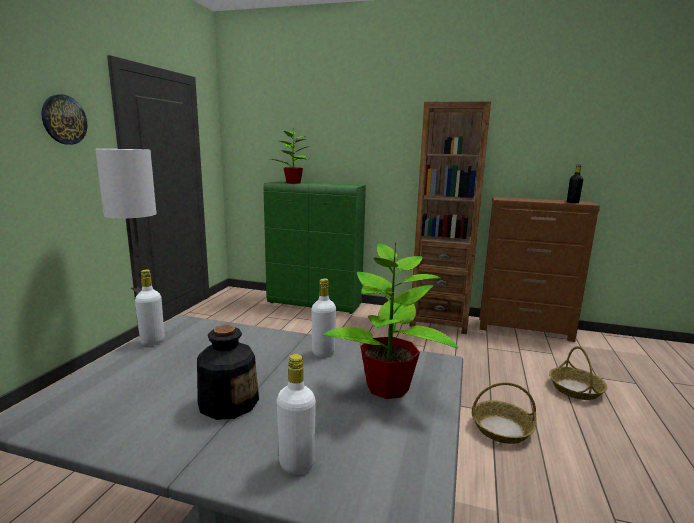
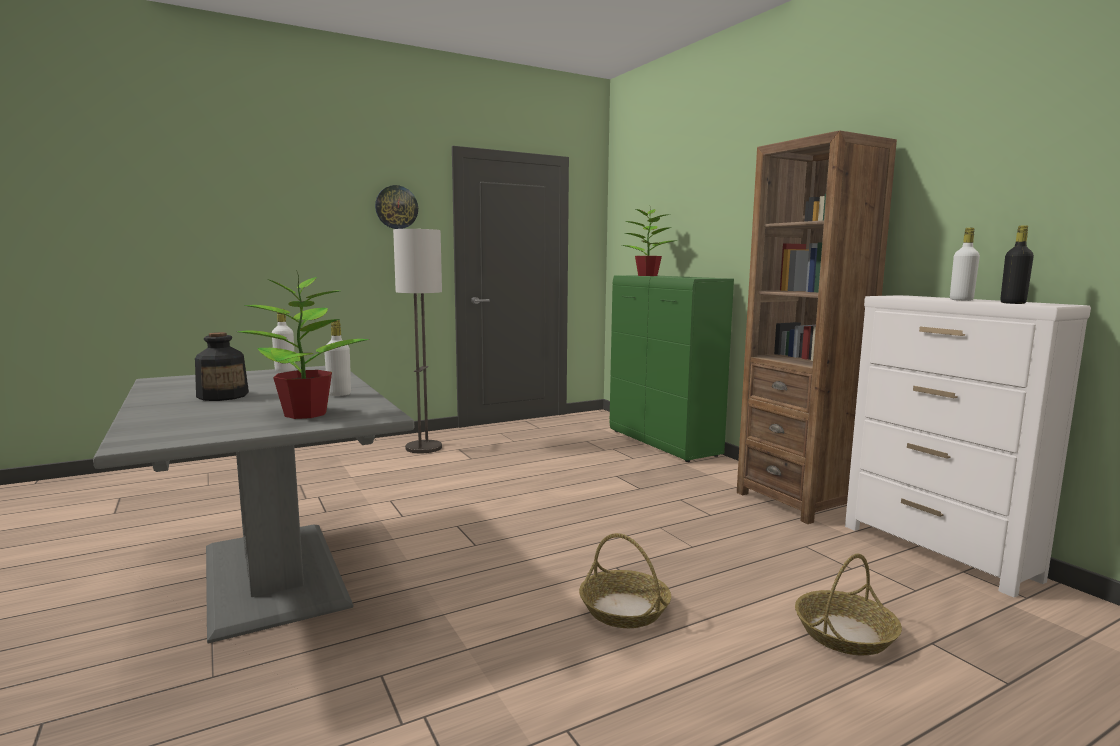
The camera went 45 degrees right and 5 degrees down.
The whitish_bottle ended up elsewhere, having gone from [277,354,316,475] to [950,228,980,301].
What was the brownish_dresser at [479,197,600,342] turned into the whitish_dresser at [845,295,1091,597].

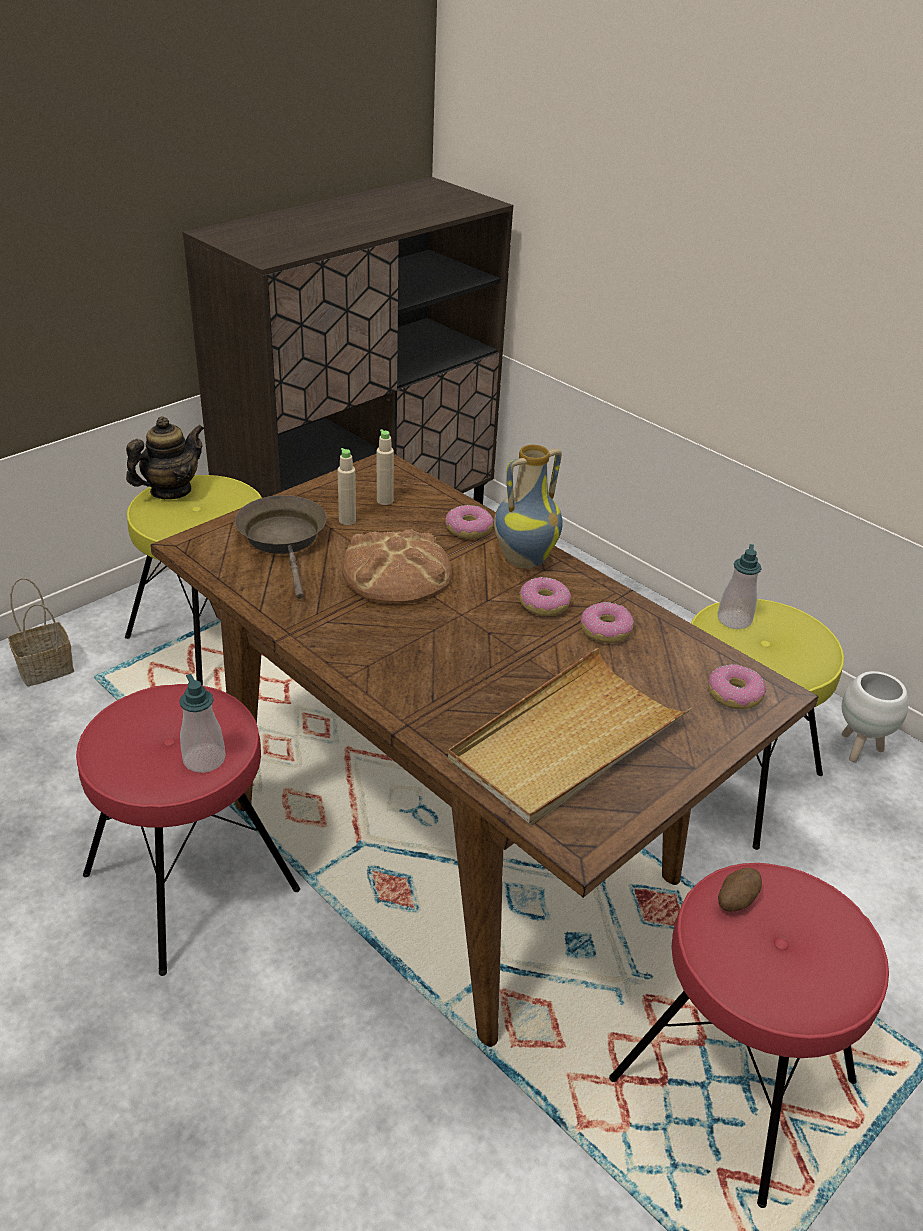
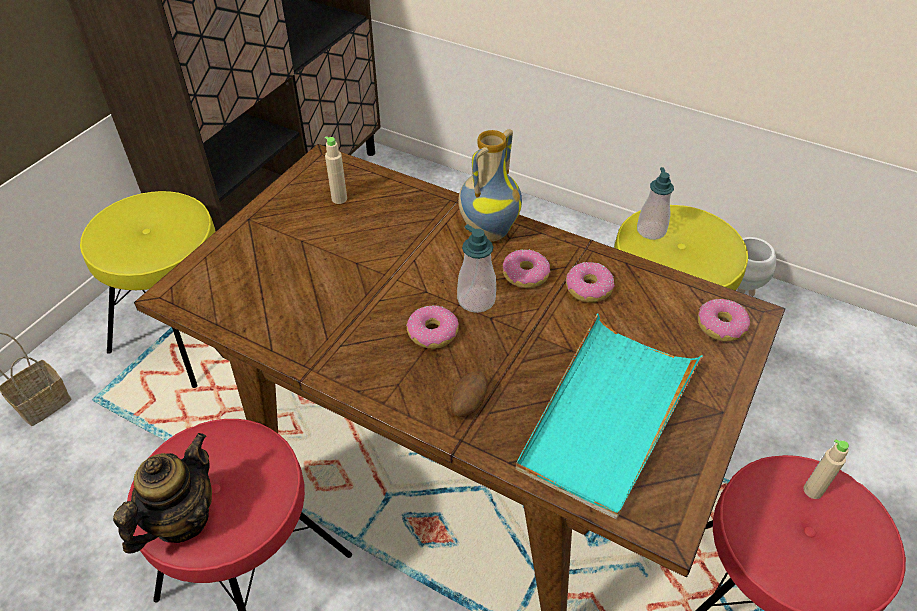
The camera went 15 degrees left and 10 degrees up.
The pot_for_tea ended up elsewhere, having gone from [126,416,204,499] to [113,433,212,554].
The soap_dispenser ended up elsewhere, having gone from [179,674,226,773] to [457,224,496,313].
The second view lost the brownish_pan at [235,495,327,599].
The beige-coloured_bottle ended up elsewhere, having gone from [337,448,356,525] to [804,439,849,499].
The second view lost the baked_bread at [342,529,452,604].
The doughnut ended up elsewhere, having gone from [445,505,494,539] to [406,306,459,349].
What was the beige-coloured_tray at [448,648,692,825] turned into the blue-green_tray at [515,313,703,520].
The spud ended up elsewhere, having gone from [718,868,762,911] to [451,371,487,417].

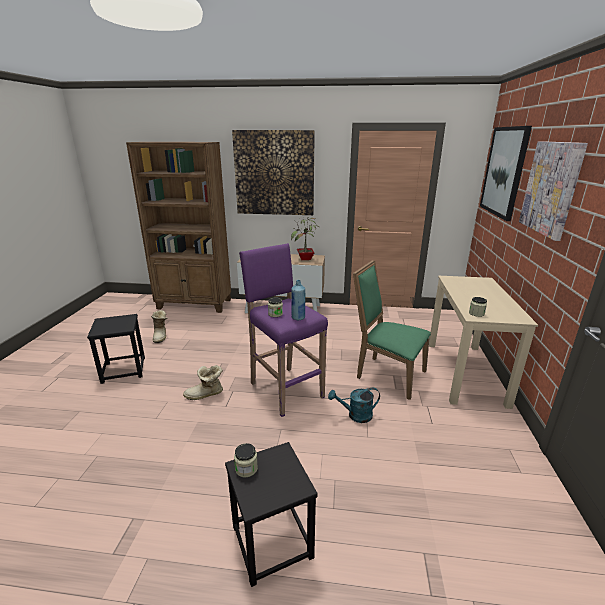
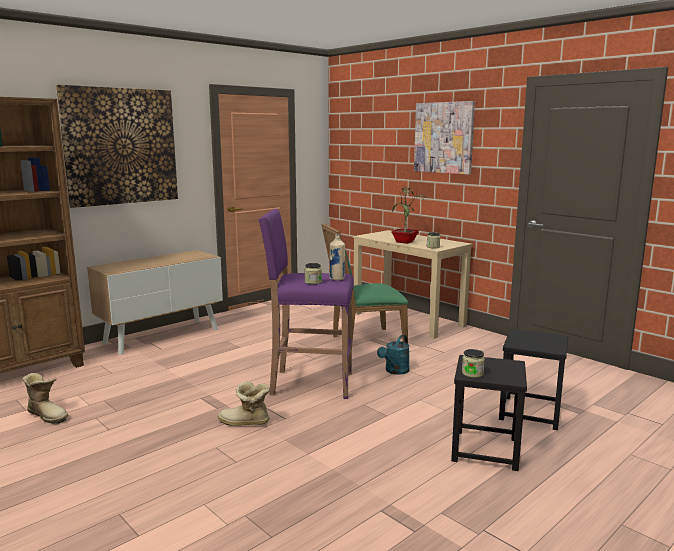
The camera went 50 degrees left and 10 degrees down.
The black-coloured_stool ended up elsewhere, having gone from [87,314,145,384] to [499,329,568,430].
The tall_boot at [183,365,223,400] ended up facing another way, 75 degrees clockwise from before.
The potted_plant ended up elsewhere, having gone from [291,216,319,260] to [391,187,425,244].
What was the blue_bottle at [291,280,305,320] turned into the beige-coloured_bottle at [329,234,345,281].
The second view lost the wall_picture at [480,126,532,221].

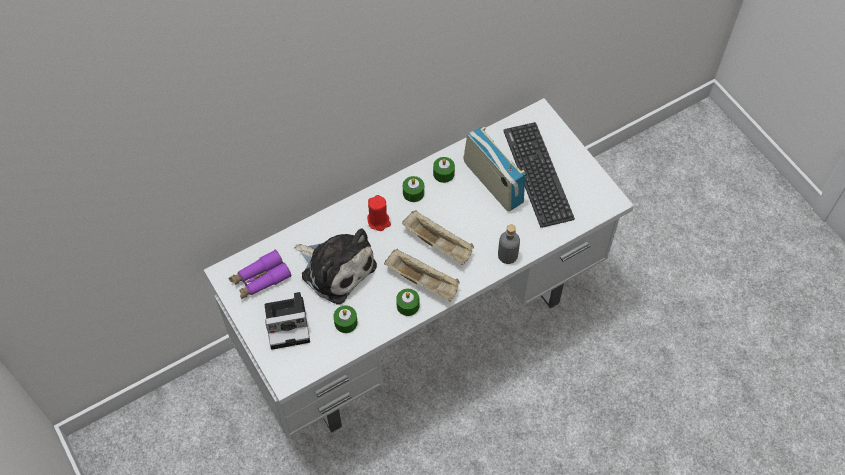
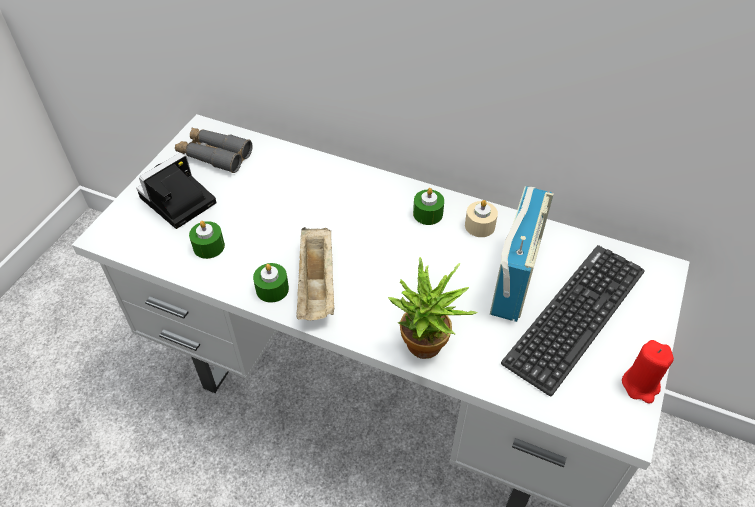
The camera went 55 degrees right and 10 degrees down.
What was the purplish_pair_of_binoculars at [229,250,291,299] turned into the gray_pair_of_binoculars at [175,127,253,173].
The photo_camera at [265,292,310,349] ended up facing another way, 90 degrees clockwise from before.
The second view lost the soft_toy at [294,228,377,305].
The red_wax_light ended up elsewhere, having gone from [367,195,391,231] to [622,340,674,404].
The second view lost the beige-coloured_tray at [402,210,474,265].
What was the green-coloured_wax_light at [433,157,455,183] turned into the beige-coloured_wax_light at [465,200,498,237].
Where the gray_bottle stood at [498,224,520,264], the potted_plant came to stand at [388,257,478,359].

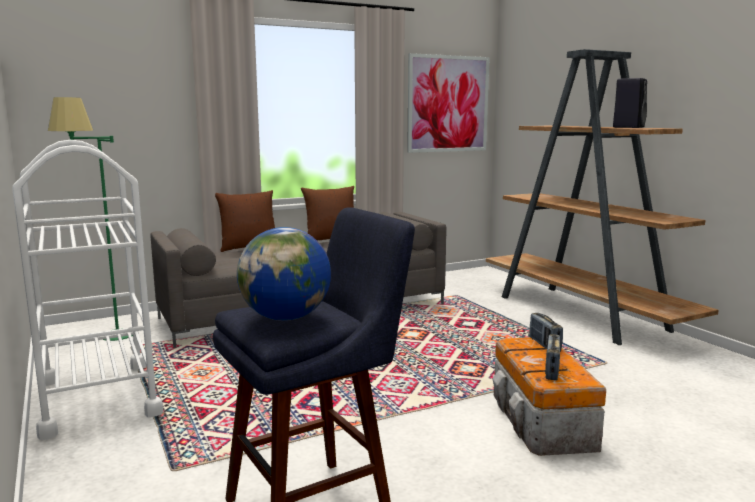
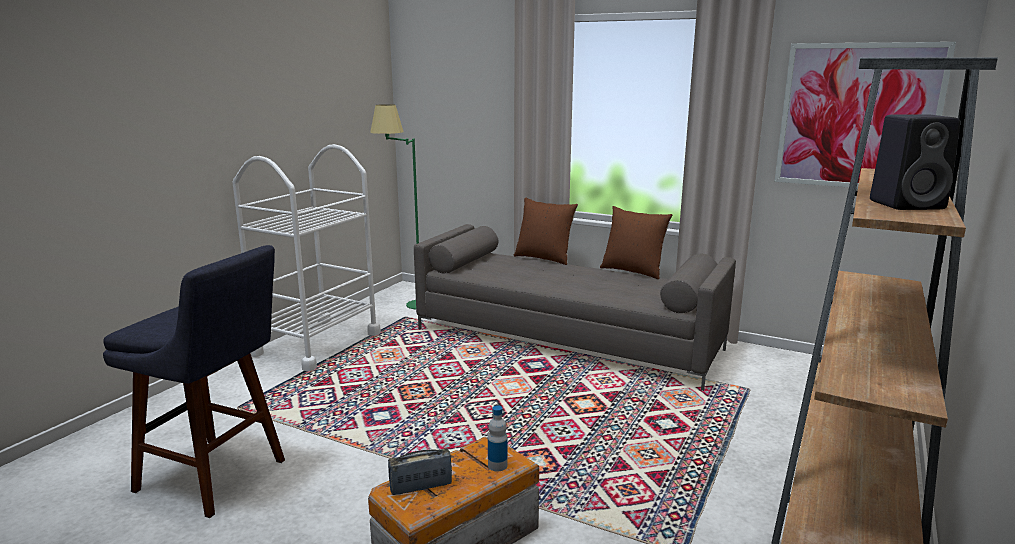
The camera went 55 degrees right and 5 degrees up.
The second view lost the world_globe at [237,227,331,321].
Where the radio_receiver stood at [530,313,563,352], the bottle came to stand at [488,405,508,472].

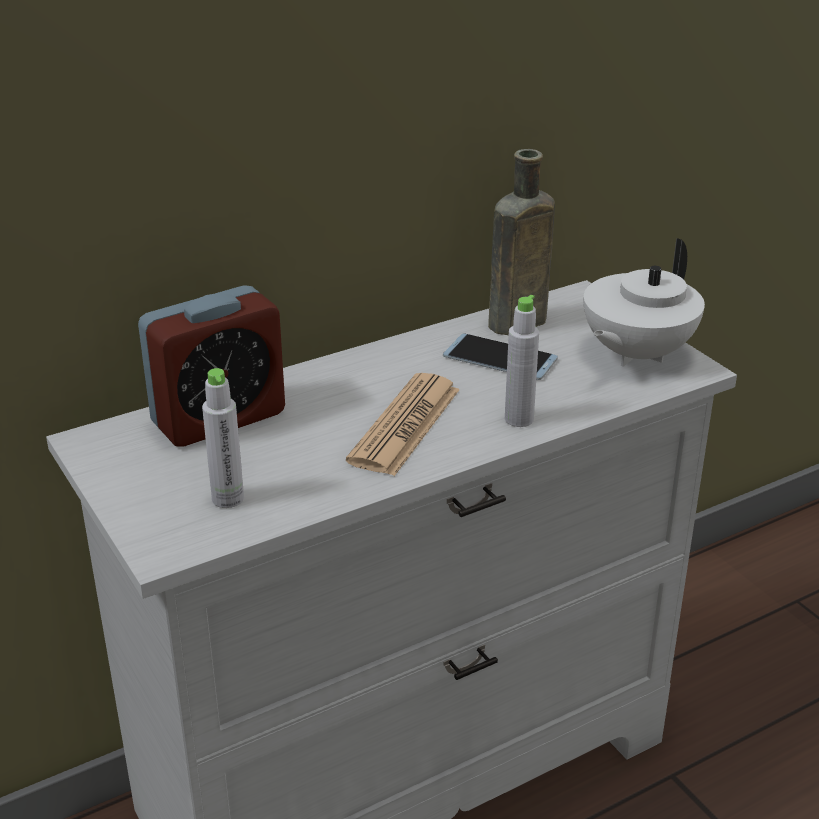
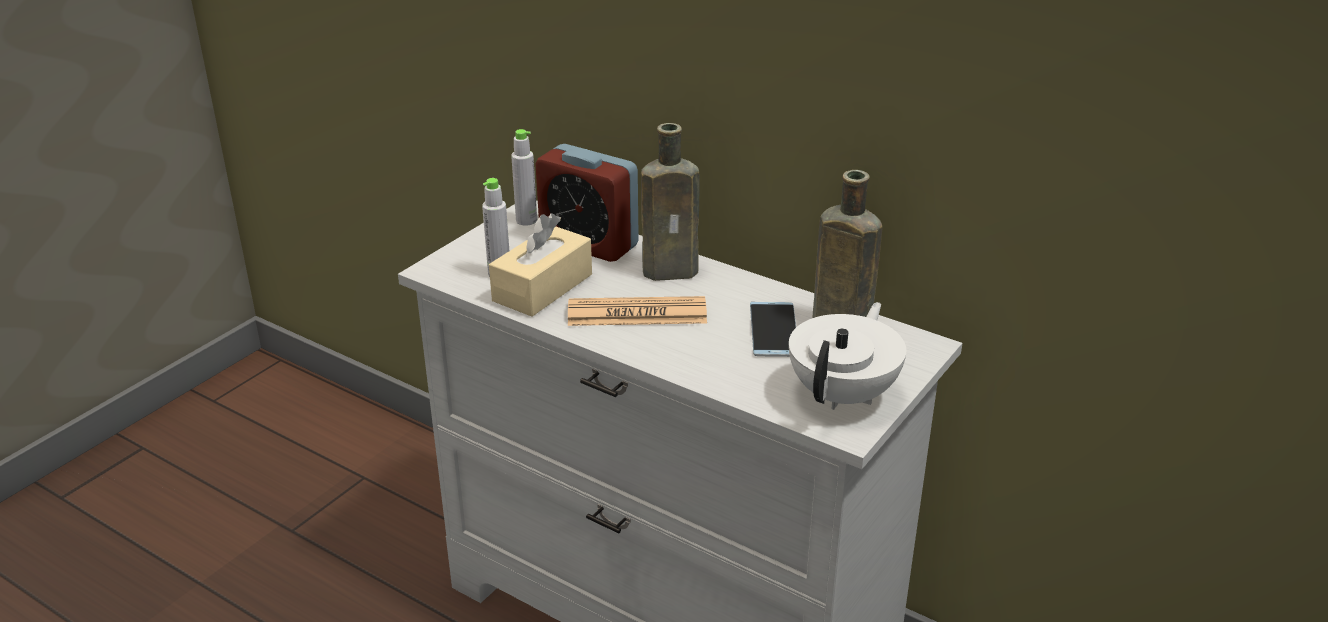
The camera went 65 degrees right and 0 degrees up.
The gray_bottle ended up elsewhere, having gone from [505,295,539,427] to [511,129,537,226].
The whitish_pot_for_tea at [584,238,705,367] ended up facing another way, 105 degrees clockwise from before.
The second view gained the beige-coloured_tissue_box at [489,213,592,317].
The second view gained the brownish_bottle at [641,123,700,281].

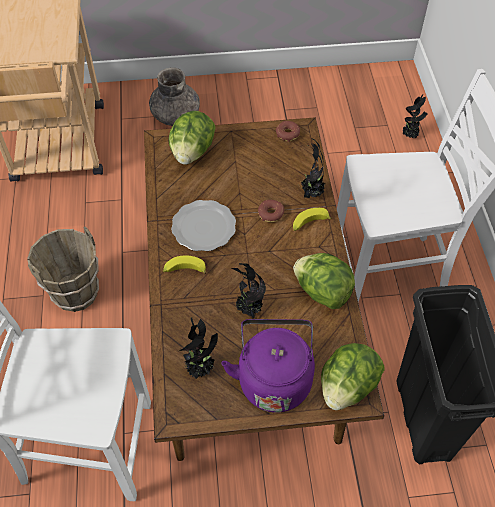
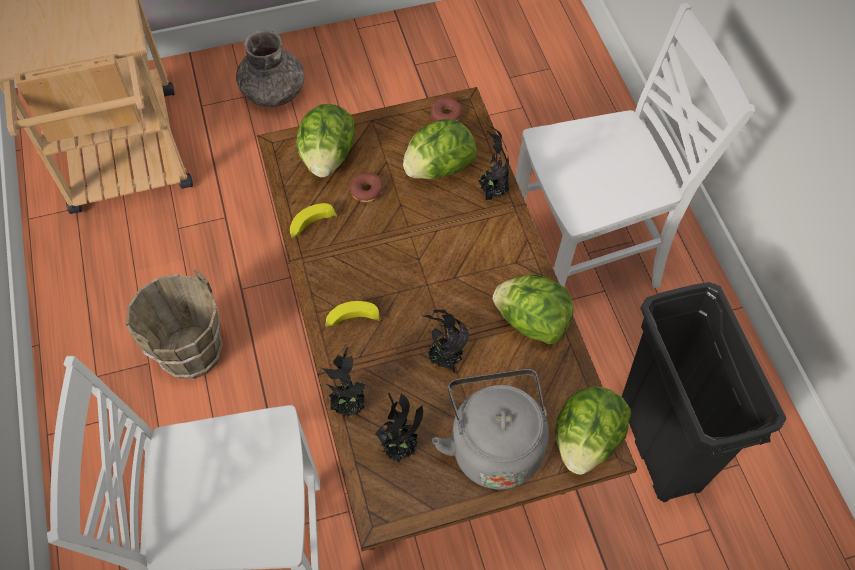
The camera went 10 degrees left and 5 degrees up.
The second view lost the plate at [171,200,236,251].
What was the purplish_water_kettle at [222,319,315,413] turned into the gray_water_kettle at [432,369,549,490].
The doughnut ended up elsewhere, having gone from [258,200,284,222] to [350,173,383,202].
The banana ended up elsewhere, having gone from [293,208,332,231] to [290,203,339,239].
The potted_plant ended up elsewhere, having gone from [402,94,428,139] to [322,347,366,417].
The second view gained the head_of_lettuce at [403,119,477,179].

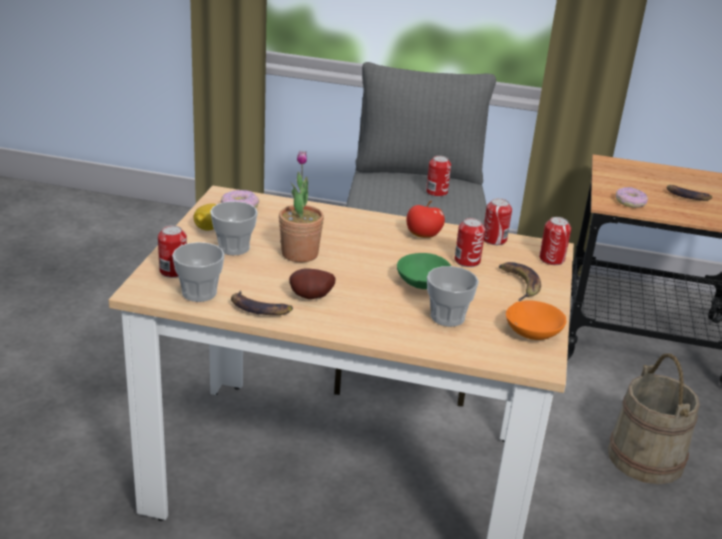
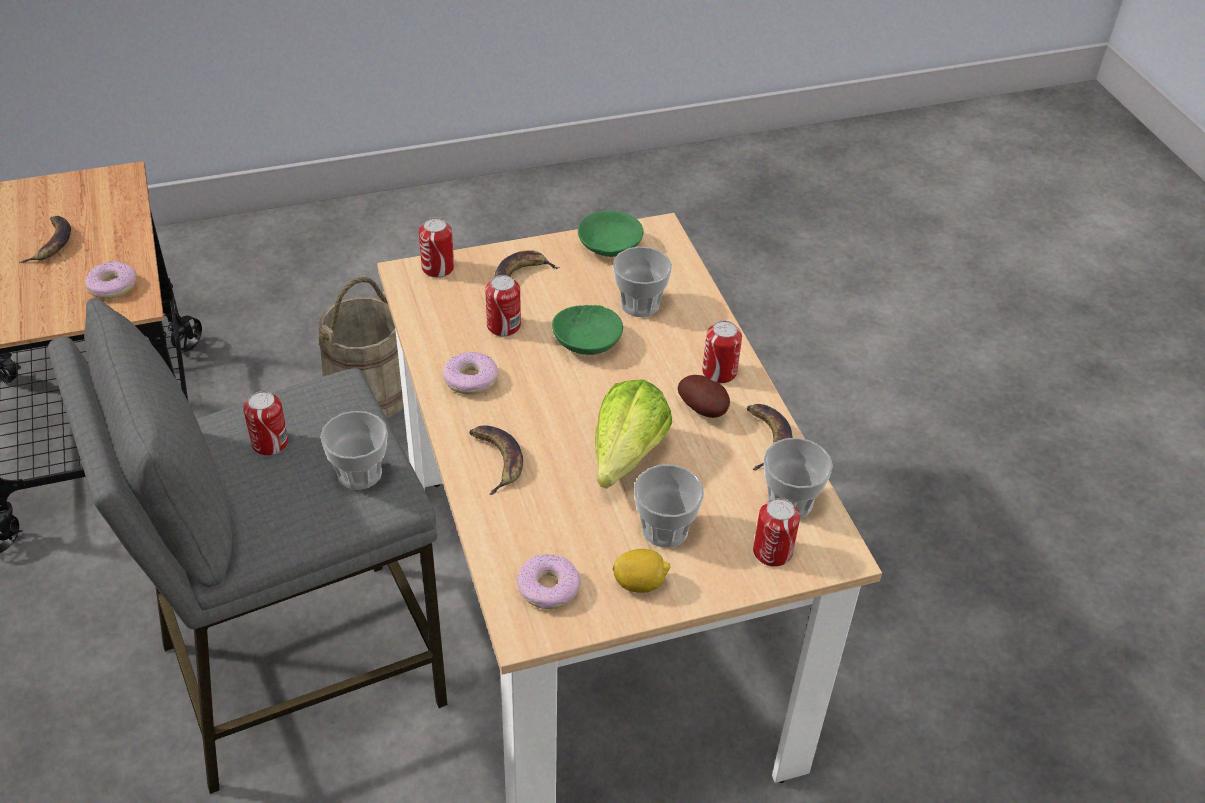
The camera went 120 degrees left and 15 degrees up.
Where the potted_plant stood at [279,150,324,262], the head_of_lettuce came to stand at [595,379,672,489].
Where the apple_fruit stood at [406,201,445,238], the doughnut came to stand at [443,352,499,394].
The sealed_can ended up elsewhere, having gone from [484,198,512,245] to [702,321,742,383].
What was the orangey_deep_dish at [506,300,566,340] turned into the green-coloured_deep_dish at [578,211,643,257].
The second view gained the drinking_cup at [320,411,388,490].
The second view gained the banana at [469,426,523,495].

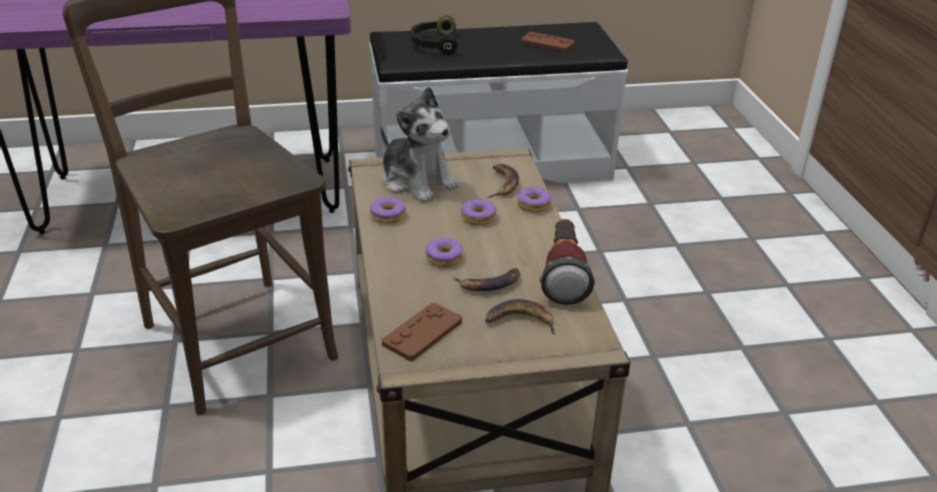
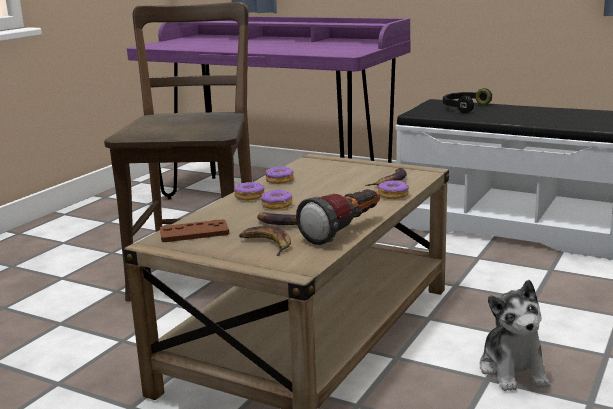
The camera went 40 degrees right and 15 degrees down.
The soft_toy ended up elsewhere, having gone from [380,86,459,203] to [480,280,550,391].
The doughnut ended up elsewhere, having gone from [461,198,496,225] to [234,182,265,201].
The second view lost the brownish_gamepad at [521,32,575,52].

